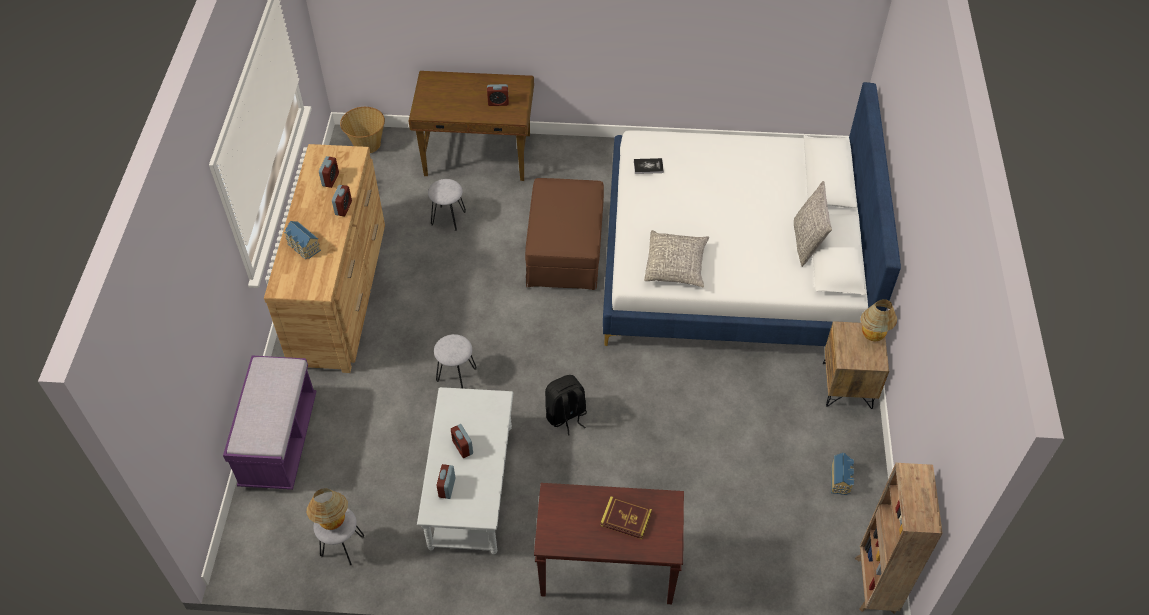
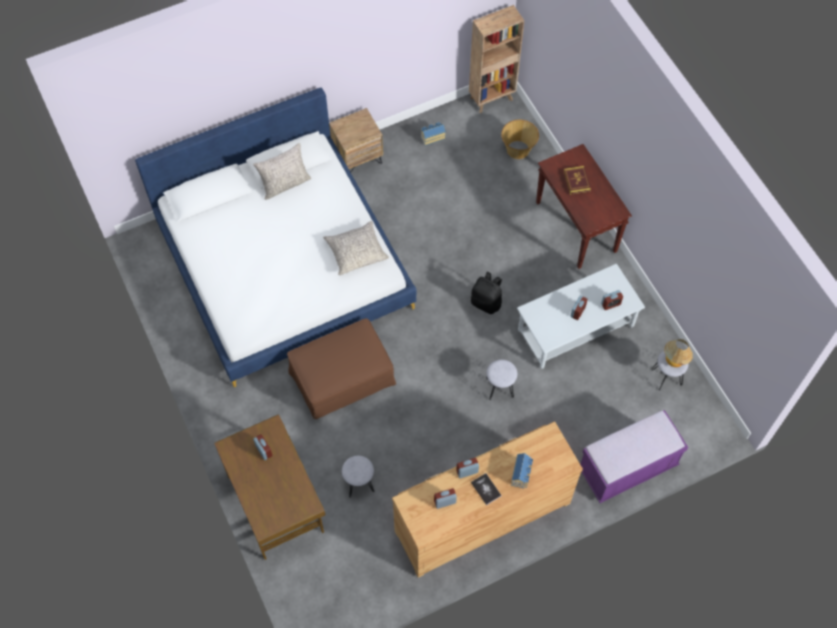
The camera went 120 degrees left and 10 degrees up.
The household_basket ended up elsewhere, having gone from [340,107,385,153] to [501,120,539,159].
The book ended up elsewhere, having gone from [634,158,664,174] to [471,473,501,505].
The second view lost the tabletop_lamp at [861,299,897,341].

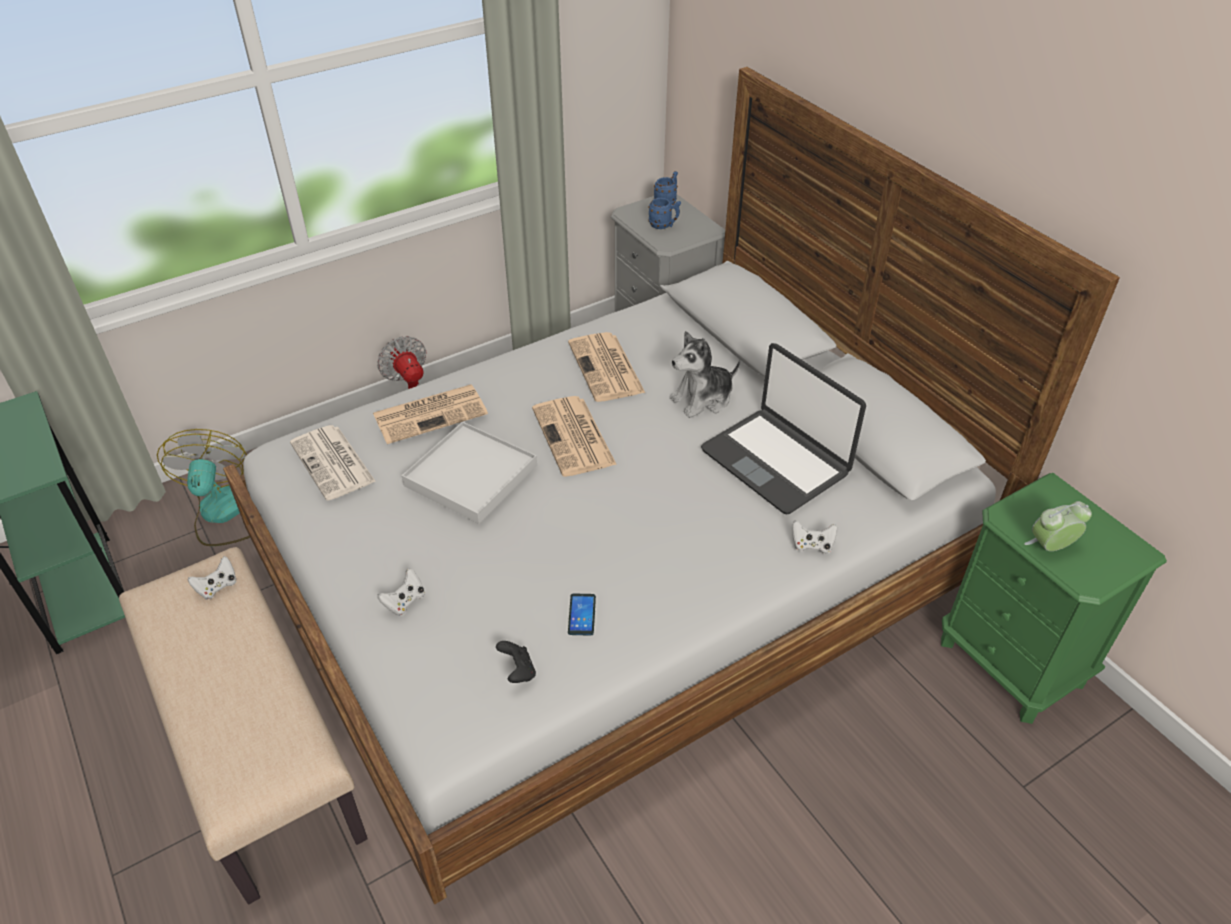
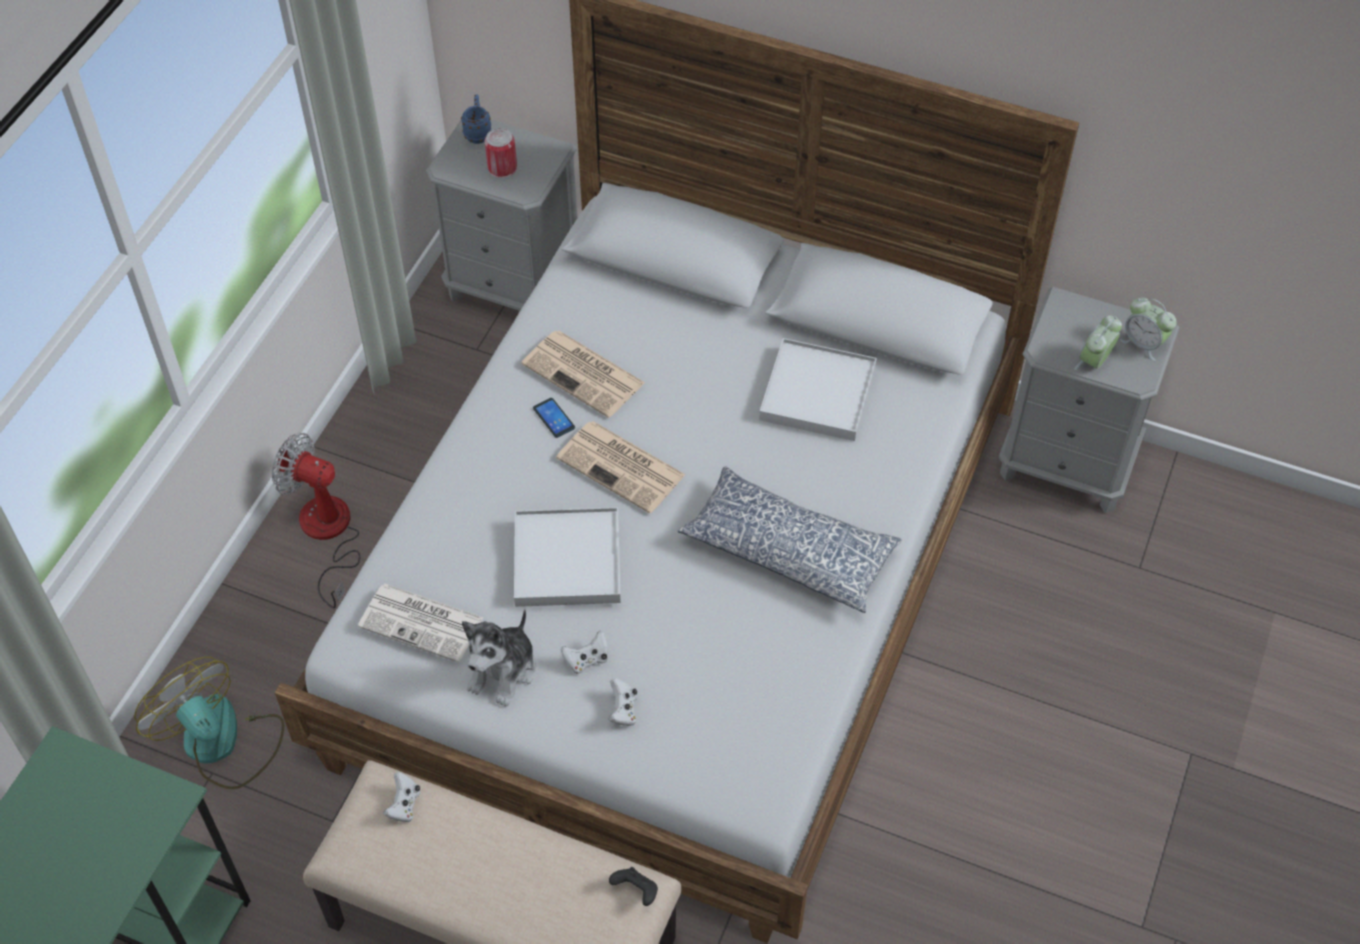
The camera went 35 degrees left and 10 degrees up.
The second view lost the printed_paper at [373,385,488,444].
The black-coloured_gamepad ended up elsewhere, having gone from [496,641,536,683] to [609,867,658,906].
The telephone ended up elsewhere, having gone from [568,593,596,636] to [533,398,575,438].
Where the blue_coffee_mug stood at [648,198,681,229], the sealed_can came to stand at [485,128,517,178].
The soft_toy ended up elsewhere, having gone from [670,331,740,418] to [462,609,536,707].
Where the laptop stood at [701,343,866,515], the whitish_tray came to stand at [759,338,877,441].
The whitish_gamepad ended up elsewhere, having gone from [792,520,837,554] to [561,630,608,674].
What was the green-coloured_bedside_table at [941,473,1167,724] turned into the gray_bedside_table at [999,287,1180,513].
The second view gained the pillow at [677,466,902,613].
The second view gained the table_clock at [1120,298,1176,361].

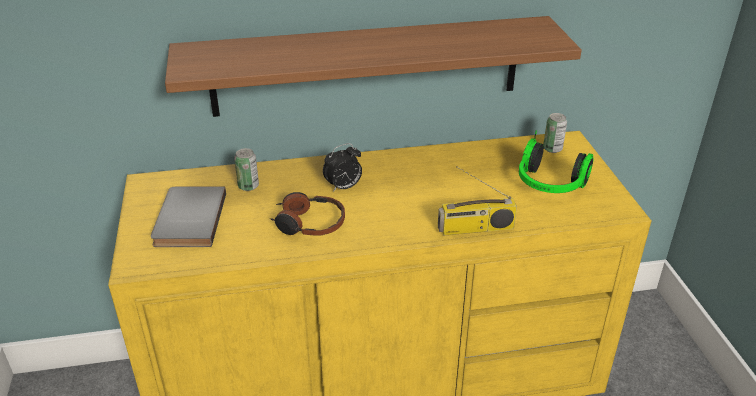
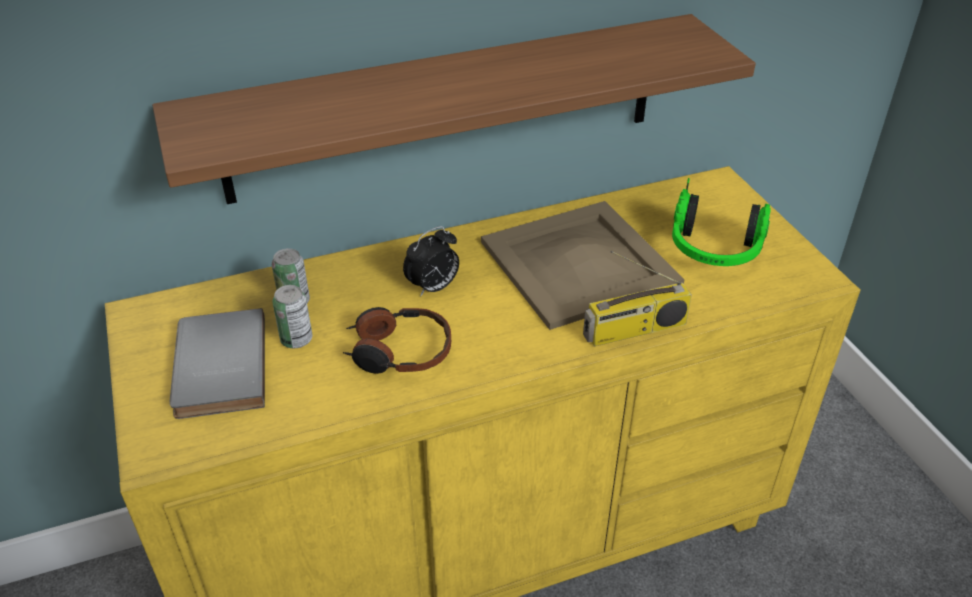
The camera went 10 degrees left and 5 degrees up.
The sealed_can ended up elsewhere, having gone from [543,113,567,153] to [272,285,312,348].
The second view gained the beige-coloured_tray at [481,201,685,330].

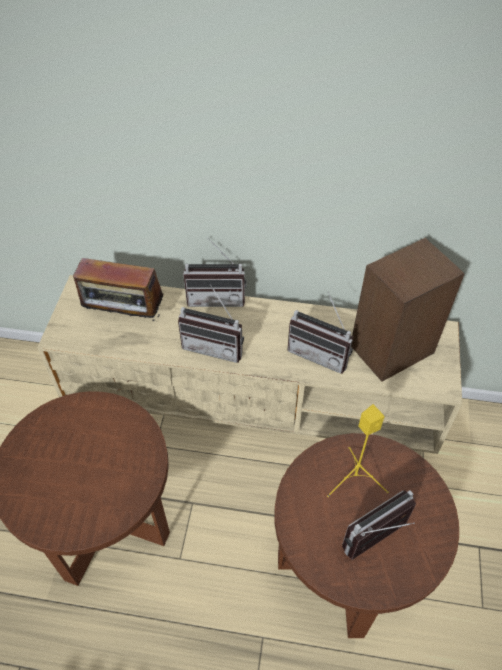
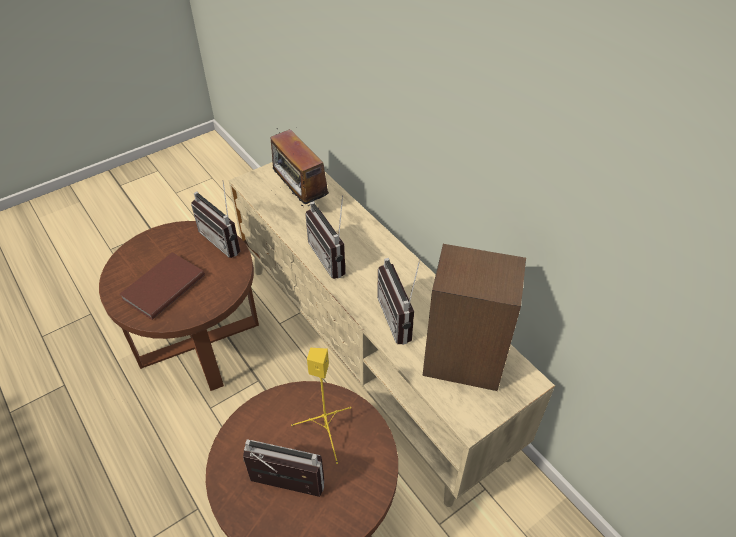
The camera went 45 degrees right and 5 degrees down.
The radio_receiver ended up elsewhere, having gone from [183,237,246,307] to [191,183,241,258].
The second view gained the brownish_book at [119,252,205,320].

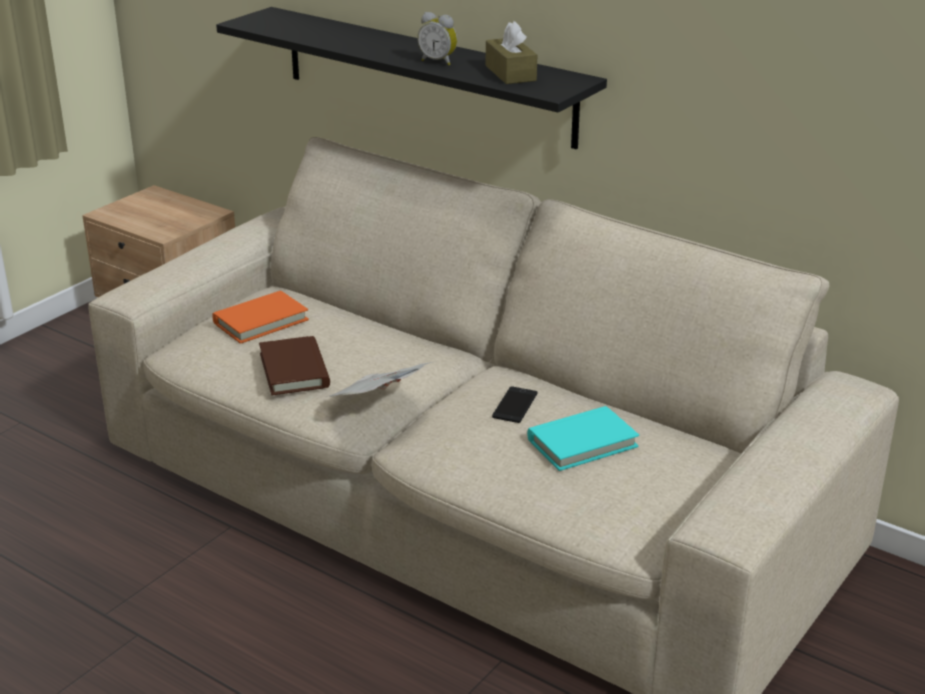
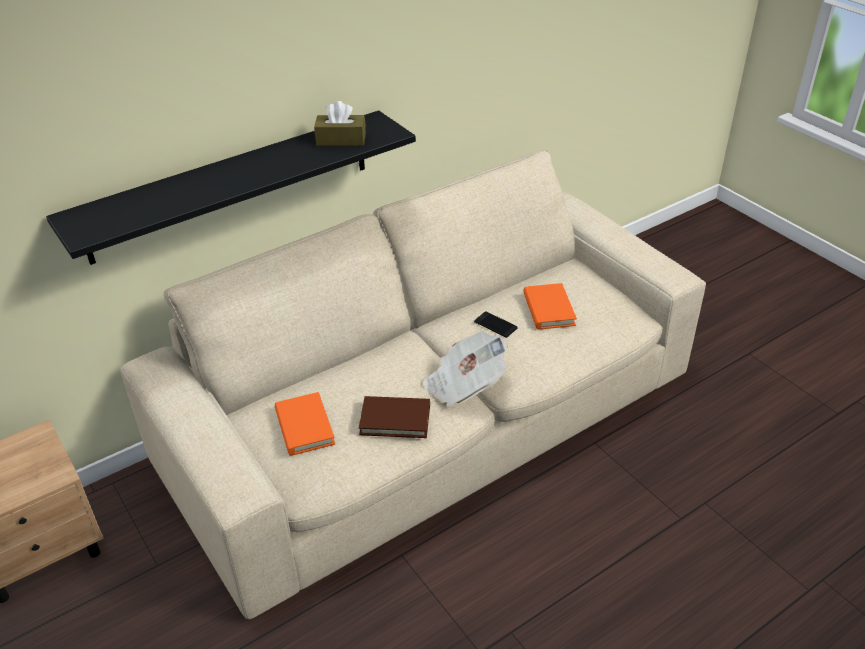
The camera went 70 degrees left and 10 degrees up.
The second view lost the table_clock at [417,12,457,66].
What was the blue-green_book at [527,406,639,471] turned into the orangey_book at [523,283,577,330].

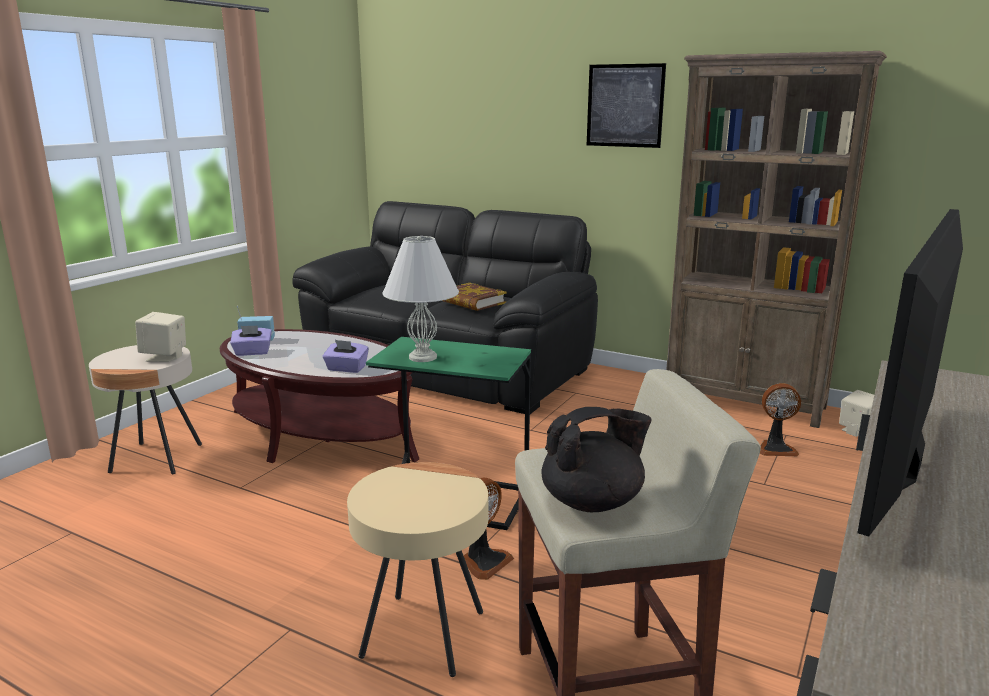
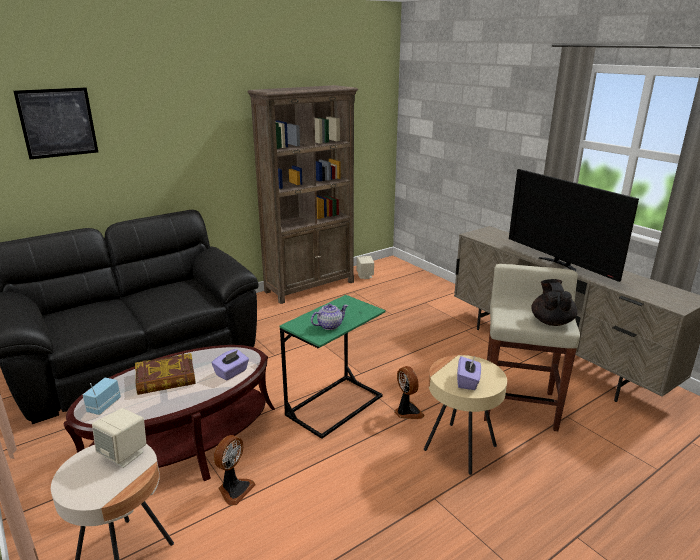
The camera went 65 degrees left and 5 degrees up.
The purplish_tissue_box ended up elsewhere, having gone from [230,325,272,356] to [457,356,481,390].
Where the whitish_tabletop_lamp stood at [382,236,459,362], the pot_for_tea came to stand at [311,304,348,330].
The book ended up elsewhere, having gone from [443,283,507,311] to [135,353,196,395].
The wall_picture ended up elsewhere, having gone from [587,63,666,148] to [13,88,98,159].
The fan ended up elsewhere, having gone from [760,383,801,456] to [214,435,256,505].

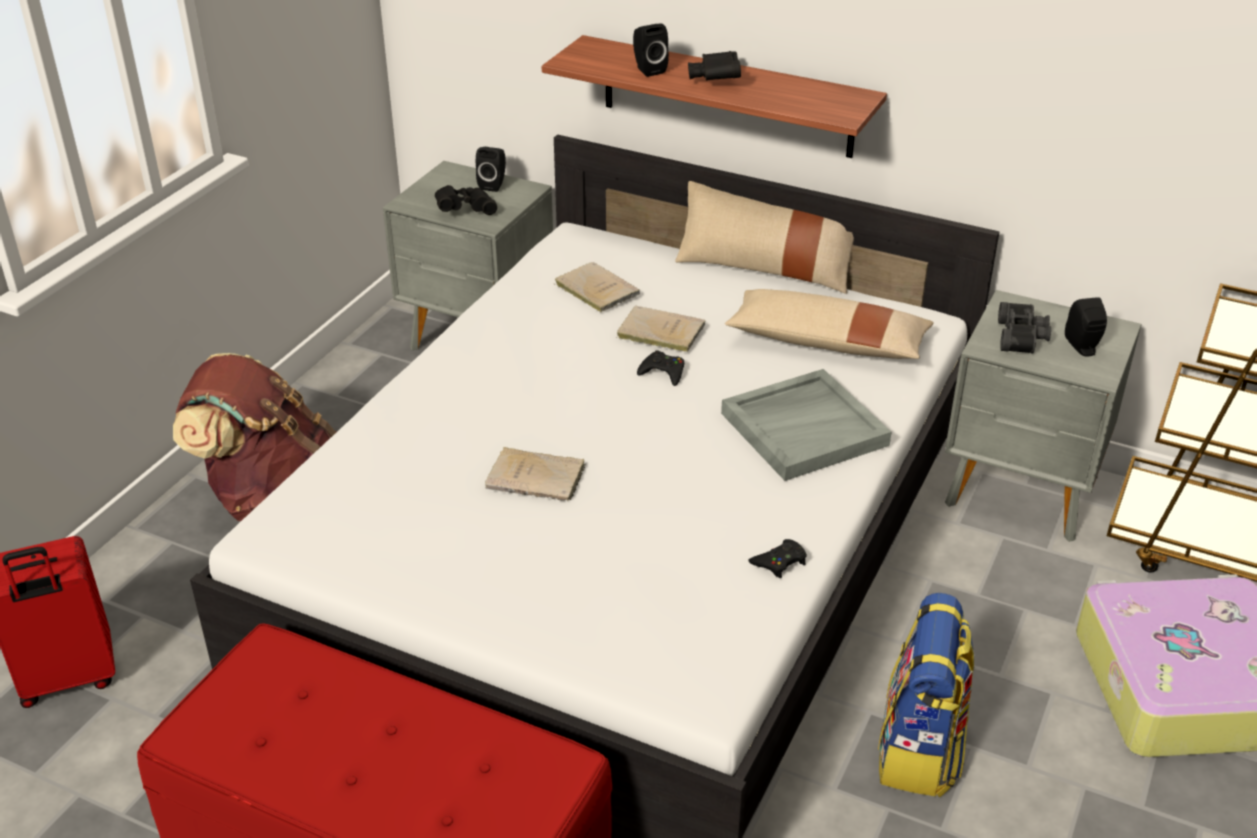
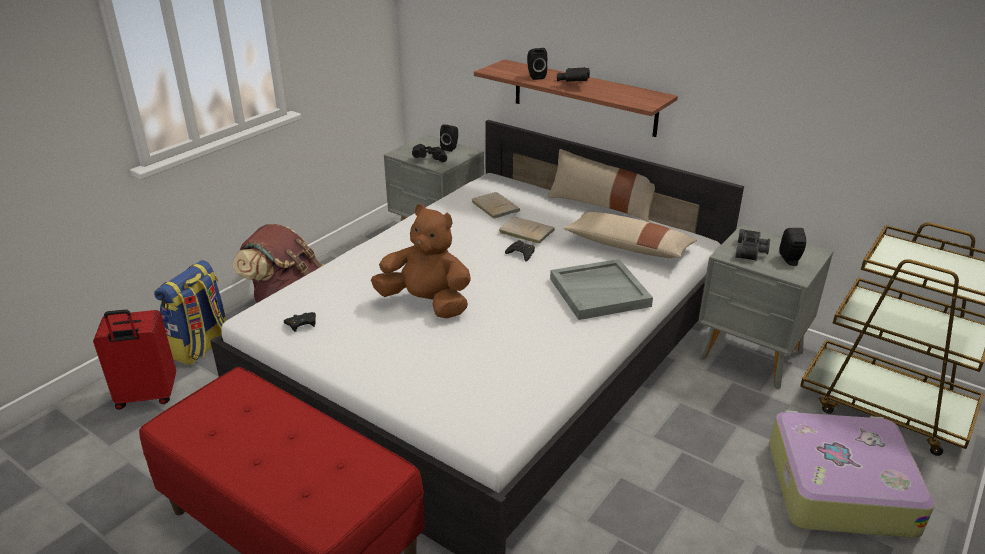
The camera went 10 degrees right and 5 degrees down.
Where the beige-coloured_book stood at [485,447,586,501], the brownish_soft_toy came to stand at [371,204,471,318].
The black-coloured_gamepad ended up elsewhere, having gone from [748,539,807,578] to [283,312,316,332].
The rucksack ended up elsewhere, having gone from [878,593,975,798] to [154,260,226,365].

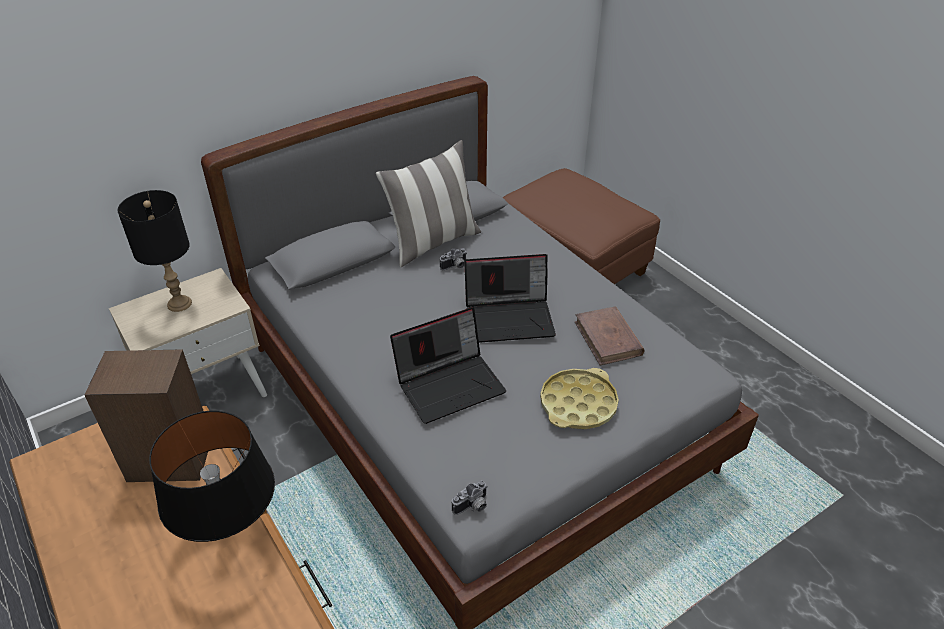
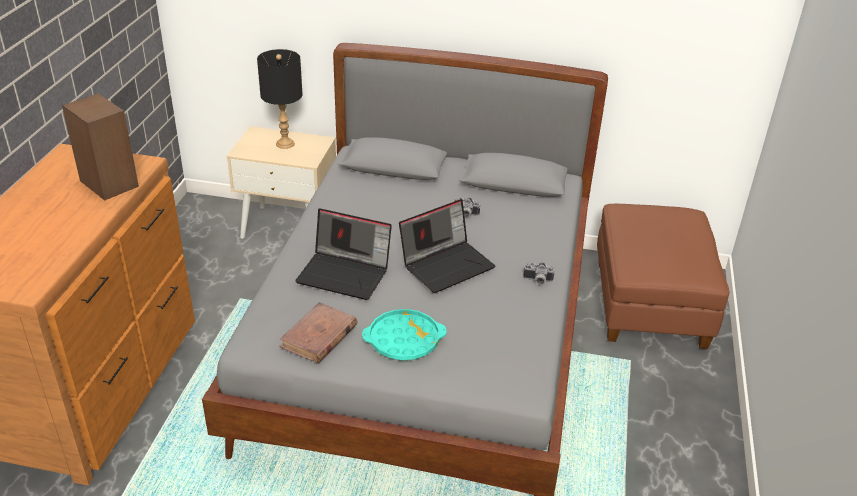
The camera went 45 degrees right and 5 degrees down.
The second view lost the black-coloured_tabletop_lamp at [149,410,275,542].
The second view lost the pillow at [376,140,481,267].
The photo_camera ended up elsewhere, having gone from [452,480,488,515] to [523,262,555,284].
The laptop at [464,254,556,343] ended up facing another way, 75 degrees counterclockwise from before.
What was the yellow_tray at [540,368,619,429] turned into the blue-green_tray at [362,309,447,360].
The brownish_book ended up elsewhere, having gone from [575,306,645,365] to [279,302,357,363].

